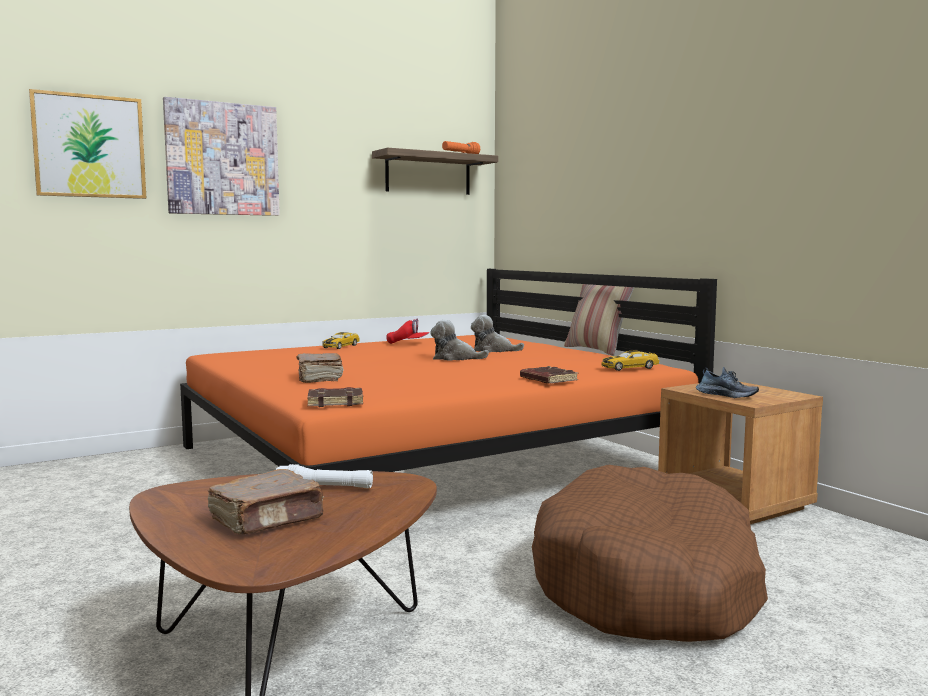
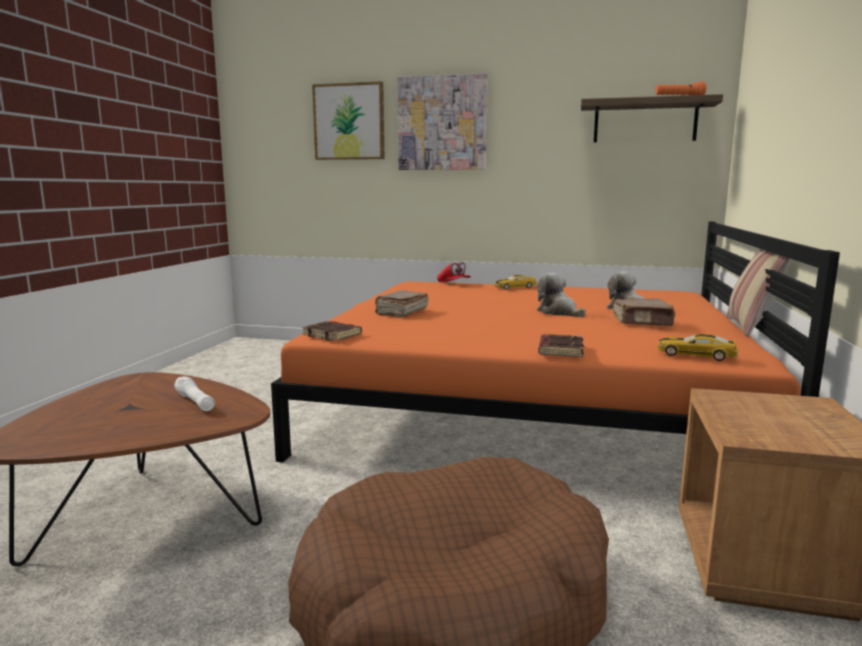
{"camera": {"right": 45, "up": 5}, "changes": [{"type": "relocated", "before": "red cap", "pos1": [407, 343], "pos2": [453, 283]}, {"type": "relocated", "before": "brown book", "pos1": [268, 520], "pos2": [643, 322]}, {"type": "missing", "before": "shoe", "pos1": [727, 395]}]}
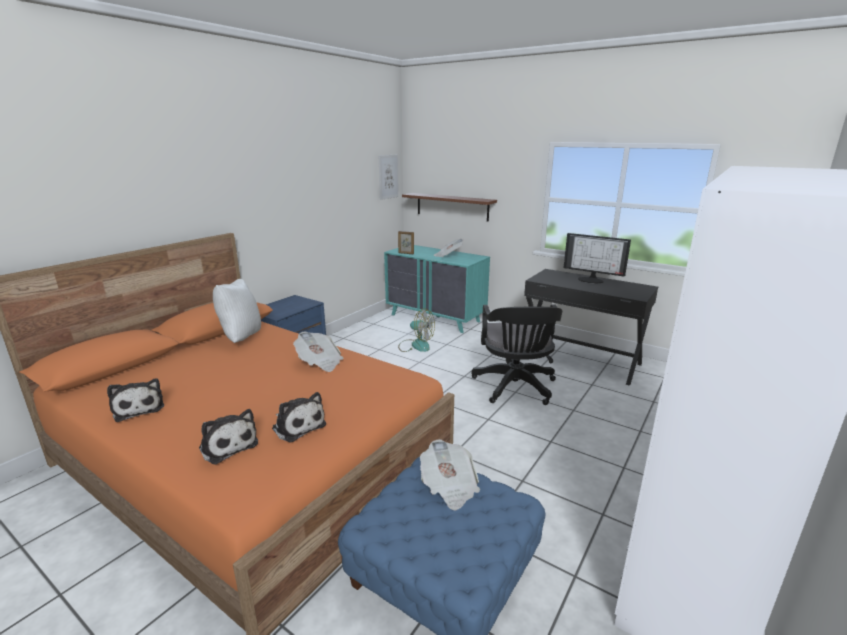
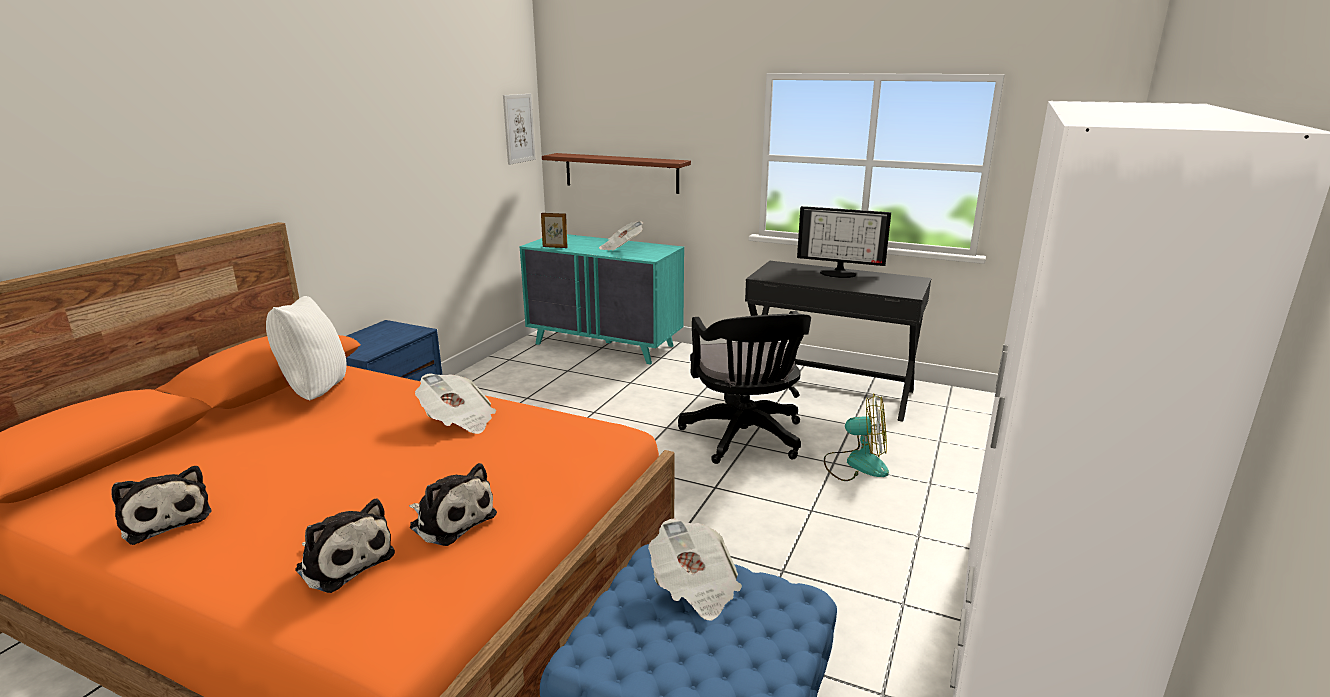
{"camera": {"right": -10, "up": 0}, "changes": [{"type": "relocated", "before": "fan", "pos1": [416, 345], "pos2": [856, 464]}]}
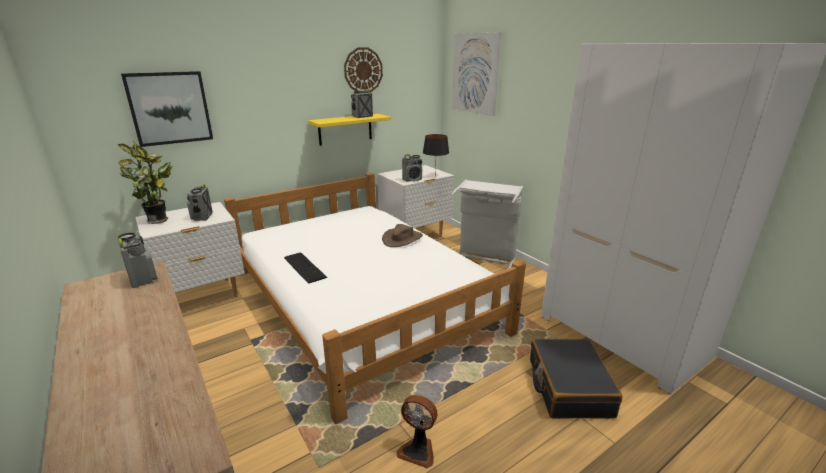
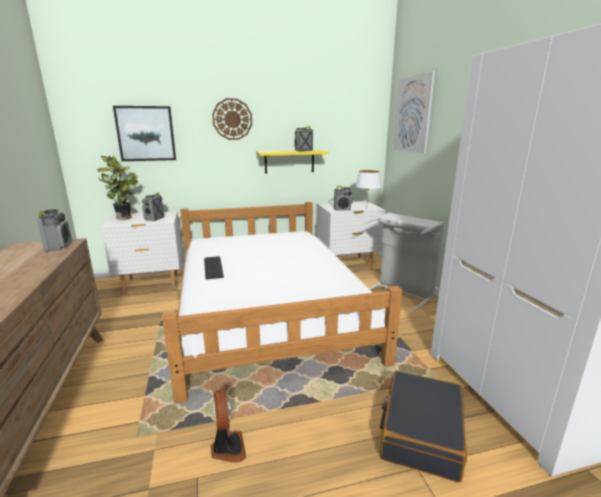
{"camera": {"right": 20, "up": -5}, "changes": [{"type": "spun", "before": "fan", "pos1": [418, 450], "pos2": [227, 448], "turn": -150}, {"type": "relocated", "before": "wall clock", "pos1": [363, 70], "pos2": [232, 119]}, {"type": "colour", "before": "black table lamp", "after": "white table lamp", "pos1": [435, 176], "pos2": [366, 208]}, {"type": "missing", "before": "brown hat", "pos1": [402, 239]}]}
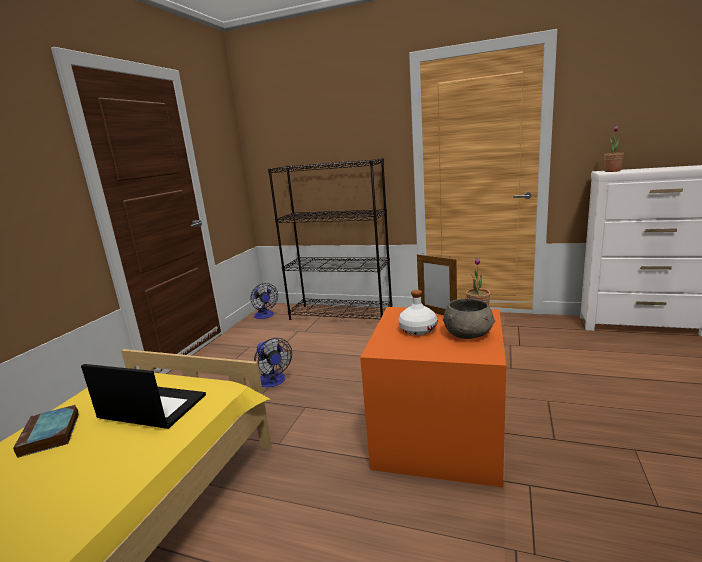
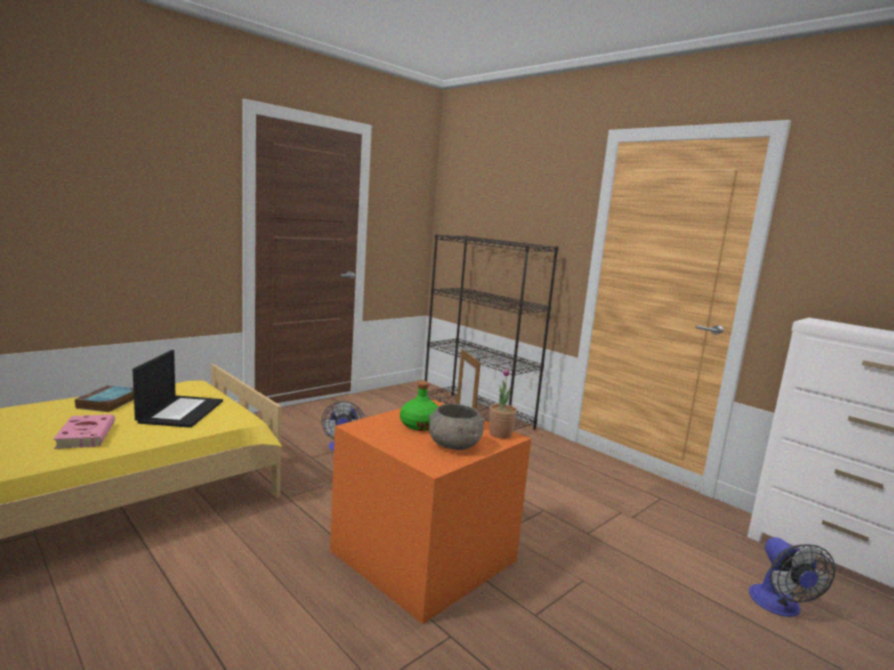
{"camera": {"right": 25, "up": -5}, "changes": [{"type": "appeared", "after": "pink book", "pos2": [86, 434]}, {"type": "spun", "before": "laptop", "pos1": [151, 408], "pos2": [181, 411], "turn": 45}, {"type": "colour", "before": "white bottle", "after": "green bottle", "pos1": [417, 329], "pos2": [420, 425]}, {"type": "relocated", "before": "fan", "pos1": [265, 316], "pos2": [779, 607]}, {"type": "missing", "before": "potted plant", "pos1": [612, 171]}]}
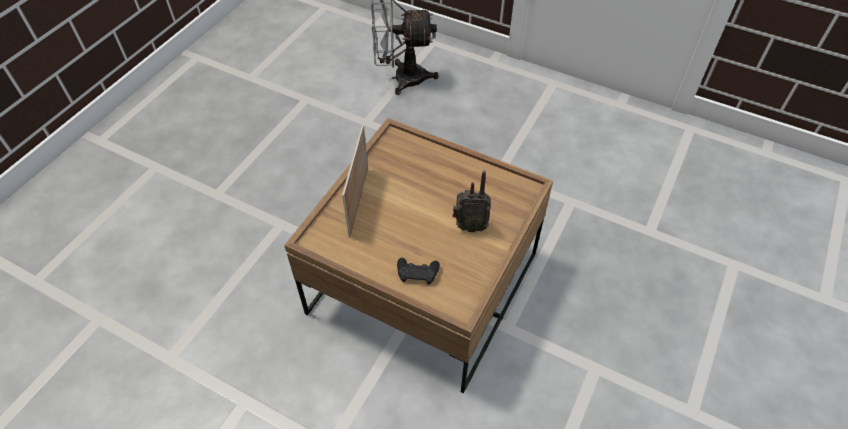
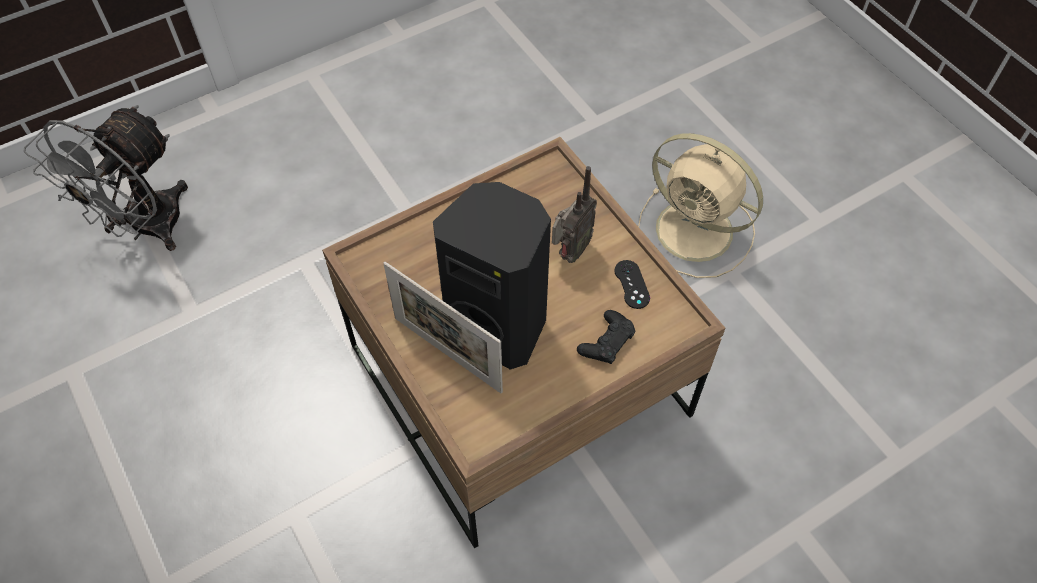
{"camera": {"right": -60, "up": 5}, "changes": [{"type": "appeared", "after": "black speaker", "pos2": [499, 326]}, {"type": "appeared", "after": "black game controller", "pos2": [631, 284]}, {"type": "appeared", "after": "beige fan", "pos2": [697, 232]}]}
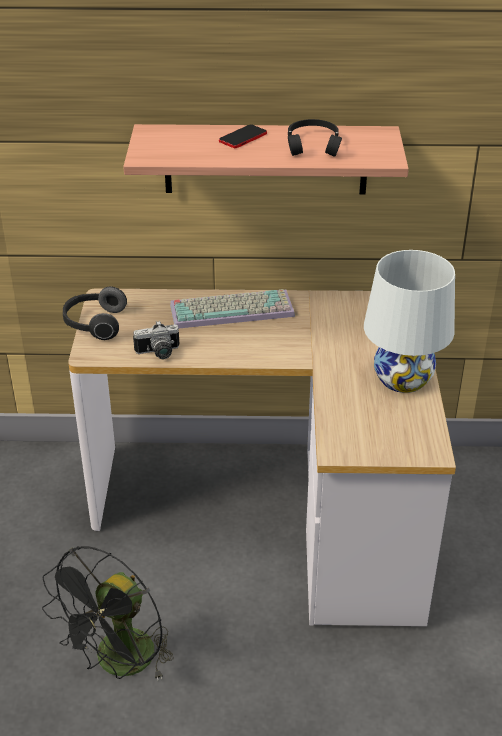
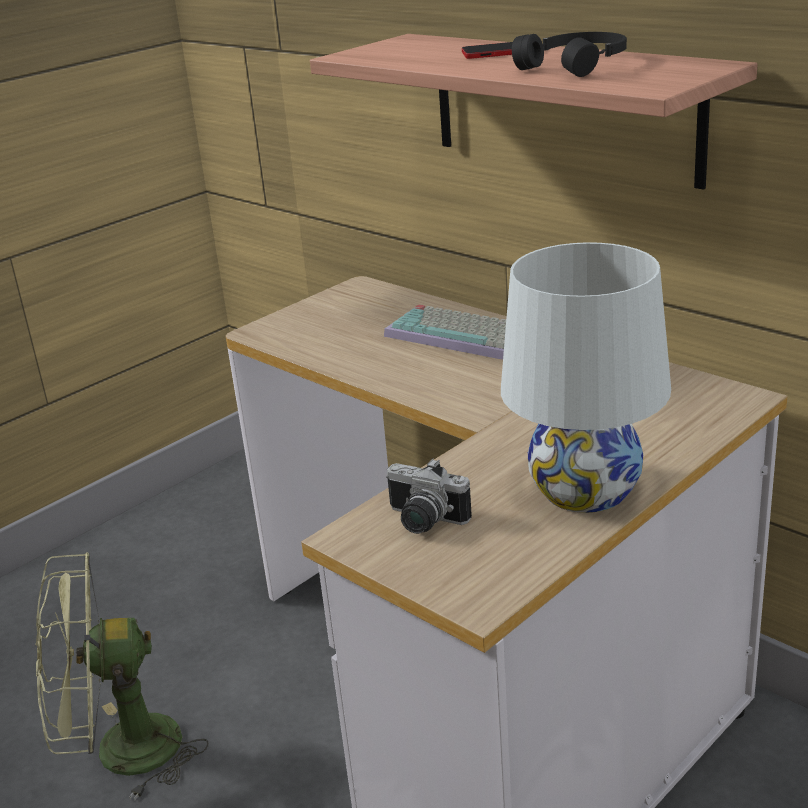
{"camera": {"right": 45, "up": -10}, "changes": [{"type": "colour", "before": "black fan", "after": "green fan", "pos1": [119, 664], "pos2": [120, 754]}, {"type": "relocated", "before": "photo camera", "pos1": [158, 353], "pos2": [422, 521]}, {"type": "missing", "before": "headphones", "pos1": [94, 324]}]}
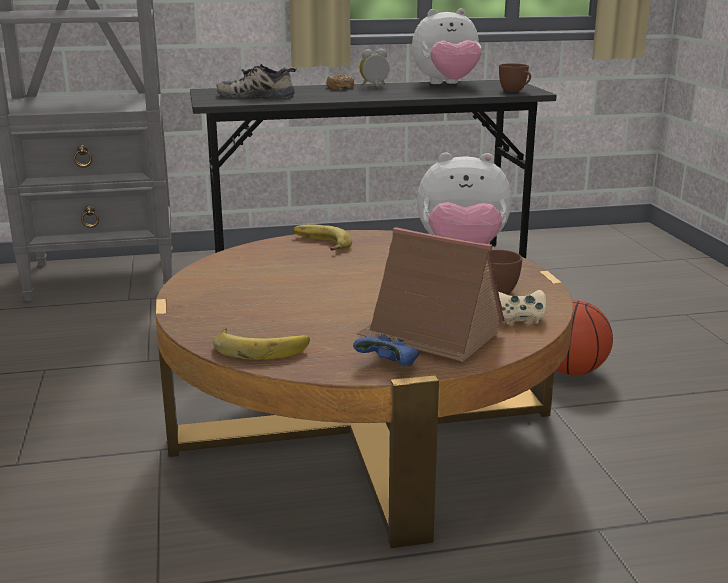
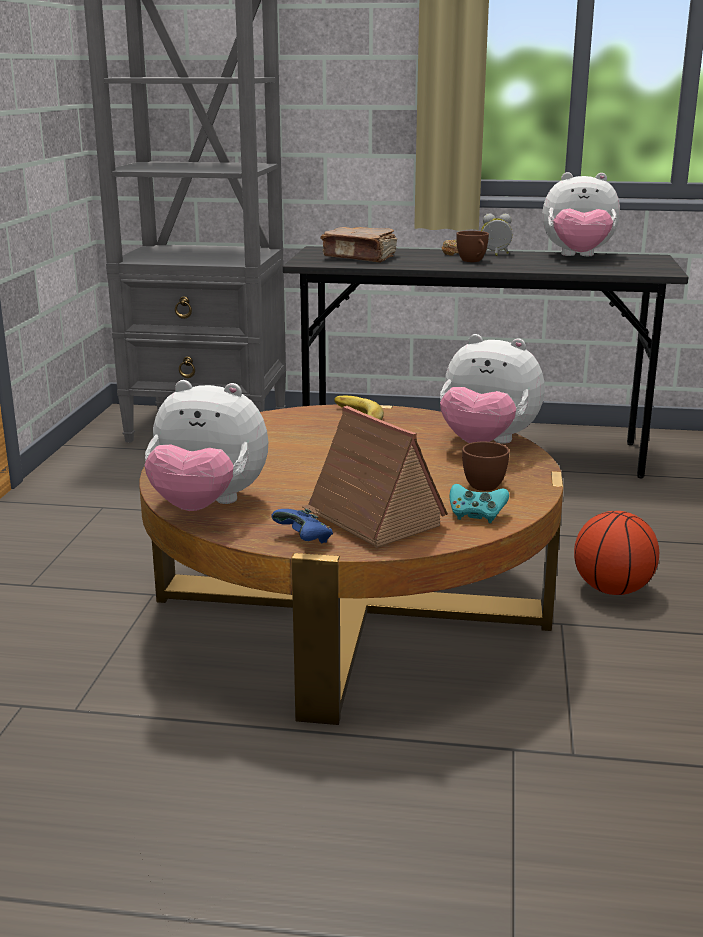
{"camera": {"right": 20, "up": 0}, "changes": [{"type": "exchanged", "before": "banana", "after": "plush toy", "pos1": [261, 347], "pos2": [207, 506]}, {"type": "exchanged", "before": "shoe", "after": "brown book", "pos1": [257, 95], "pos2": [360, 257]}, {"type": "colour", "before": "beige game controller", "after": "turquoise game controller", "pos1": [518, 319], "pos2": [476, 516]}, {"type": "relocated", "before": "brown cup", "pos1": [515, 91], "pos2": [473, 261]}]}
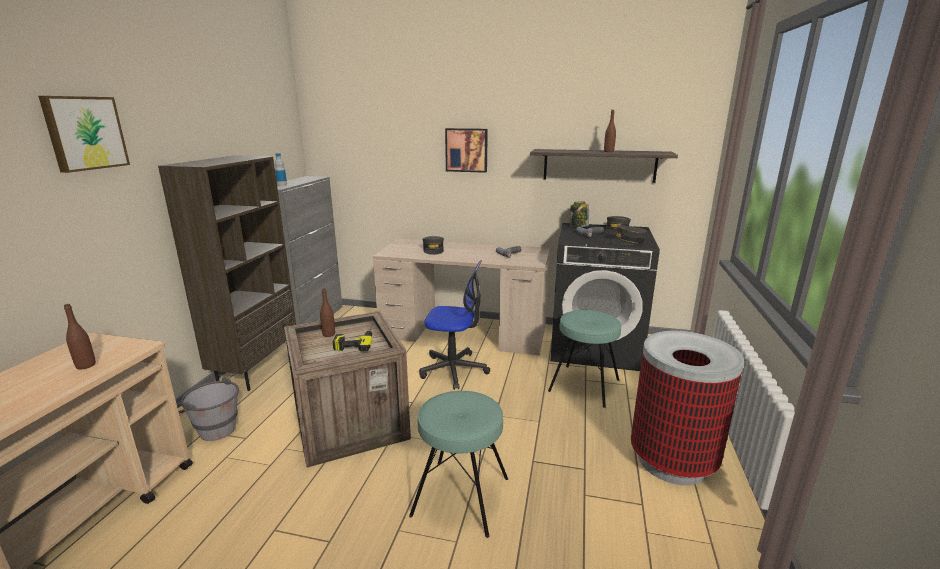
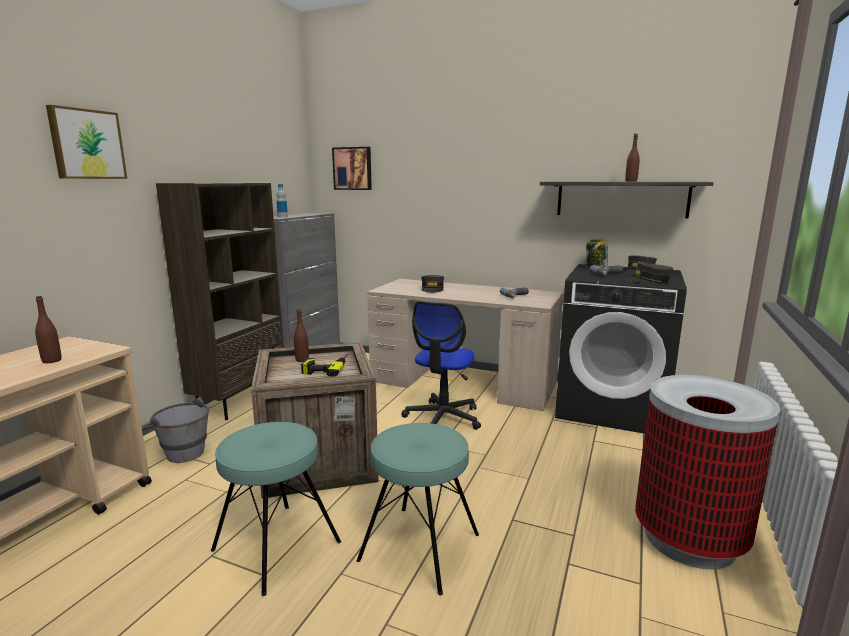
{"camera": {"right": 10, "up": -5}, "changes": [{"type": "relocated", "before": "turquoise stool", "pos1": [584, 385], "pos2": [277, 546]}, {"type": "relocated", "before": "picture", "pos1": [466, 150], "pos2": [353, 168]}, {"type": "spun", "before": "office chair", "pos1": [454, 370], "pos2": [443, 418], "turn": 90}]}
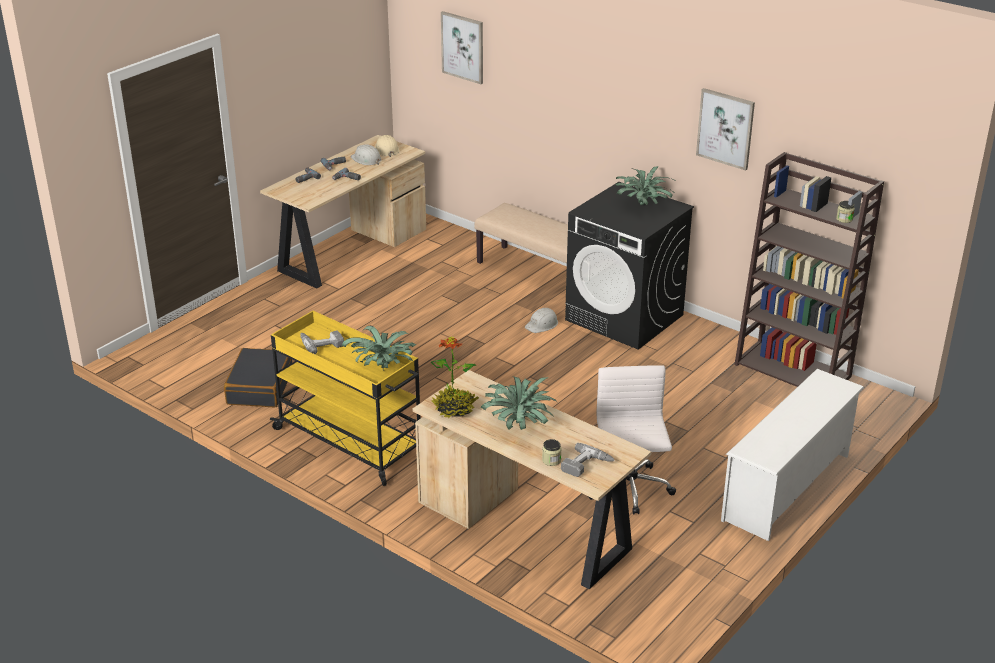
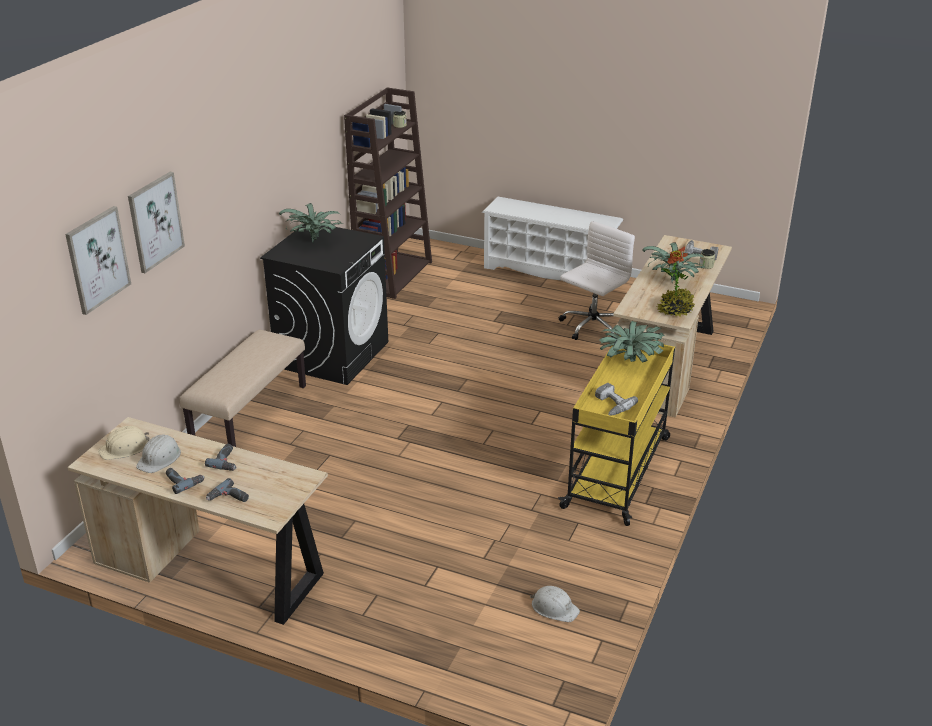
{"camera": {"right": -105, "up": 0}, "changes": [{"type": "relocated", "before": "picture", "pos1": [725, 128], "pos2": [155, 221]}, {"type": "relocated", "before": "white hard hat", "pos1": [542, 324], "pos2": [554, 608]}, {"type": "spun", "before": "white office chair", "pos1": [629, 489], "pos2": [592, 327], "turn": 150}, {"type": "missing", "before": "black suitcase", "pos1": [259, 387]}]}
